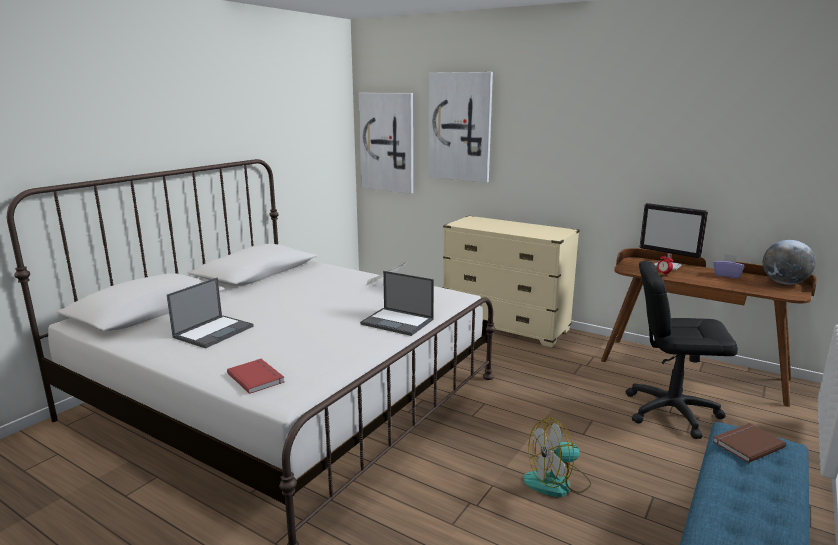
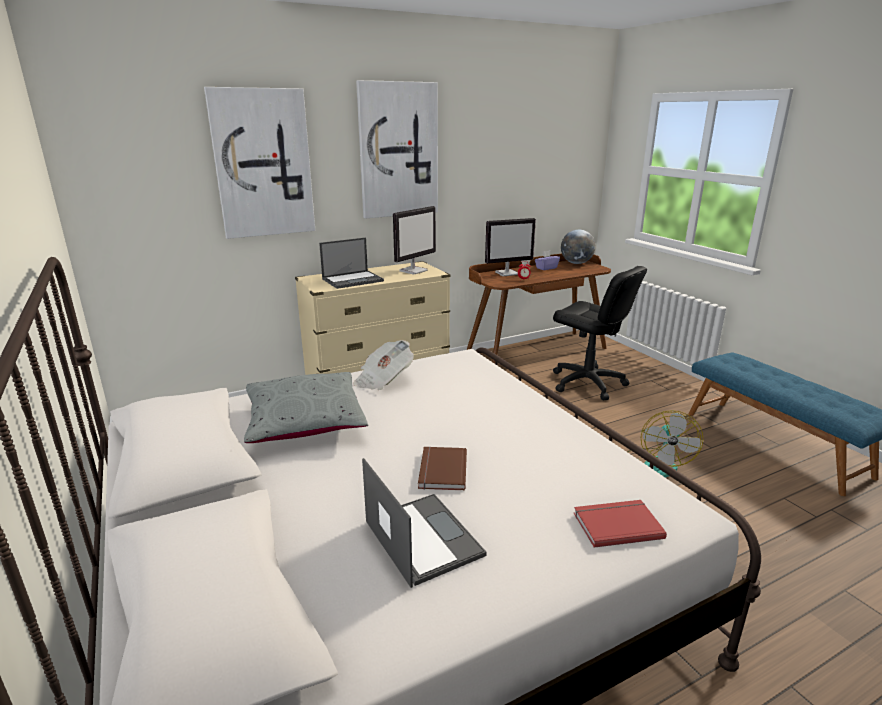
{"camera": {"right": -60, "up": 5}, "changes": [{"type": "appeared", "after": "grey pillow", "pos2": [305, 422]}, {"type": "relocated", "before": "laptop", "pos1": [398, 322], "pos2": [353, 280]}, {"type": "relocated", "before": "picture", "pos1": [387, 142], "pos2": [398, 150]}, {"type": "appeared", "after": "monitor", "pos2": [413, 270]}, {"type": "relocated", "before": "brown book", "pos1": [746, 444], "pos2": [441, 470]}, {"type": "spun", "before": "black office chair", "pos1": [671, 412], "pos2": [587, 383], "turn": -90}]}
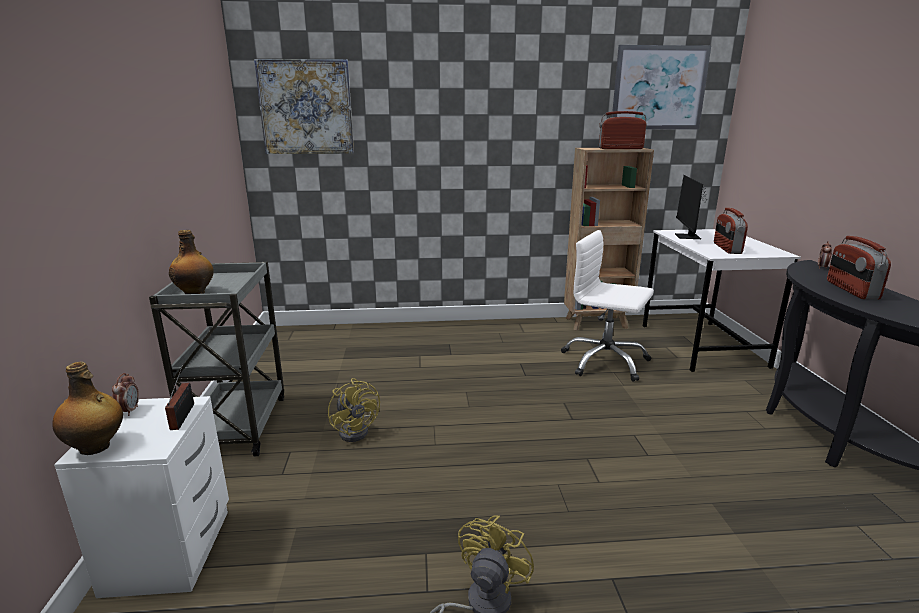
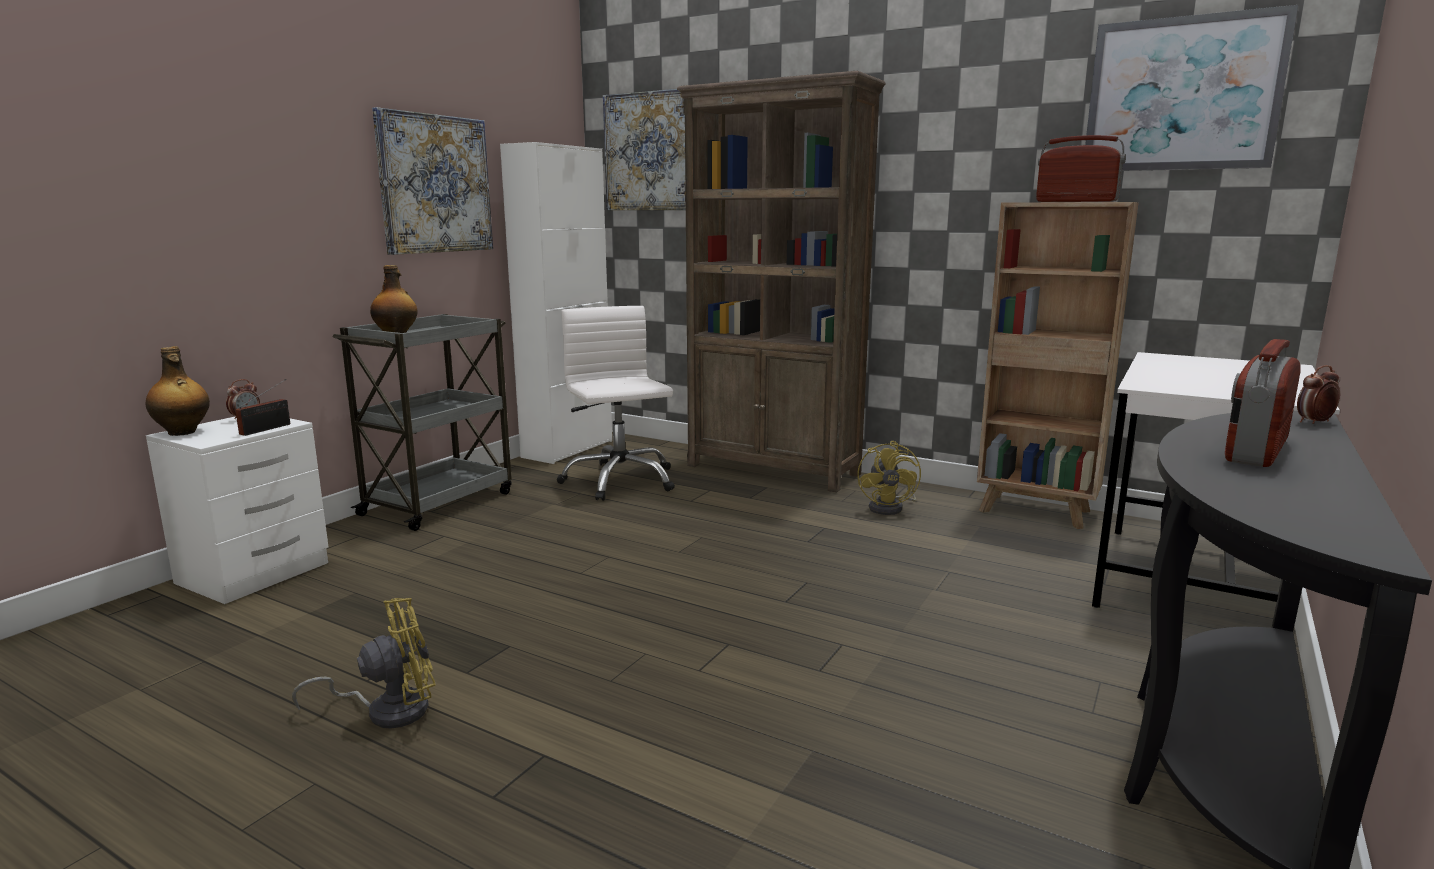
{"camera": {"right": 35, "up": -5}, "changes": [{"type": "appeared", "after": "picture", "pos2": [435, 184]}, {"type": "appeared", "after": "white cabinet", "pos2": [568, 449]}, {"type": "relocated", "before": "white office chair", "pos1": [604, 362], "pos2": [619, 480]}, {"type": "appeared", "after": "brown bookcase", "pos2": [774, 470]}, {"type": "relocated", "before": "yellow fan", "pos1": [357, 430], "pos2": [890, 508]}, {"type": "missing", "before": "monitor", "pos1": [687, 237]}, {"type": "missing", "before": "radio", "pos1": [726, 248]}]}
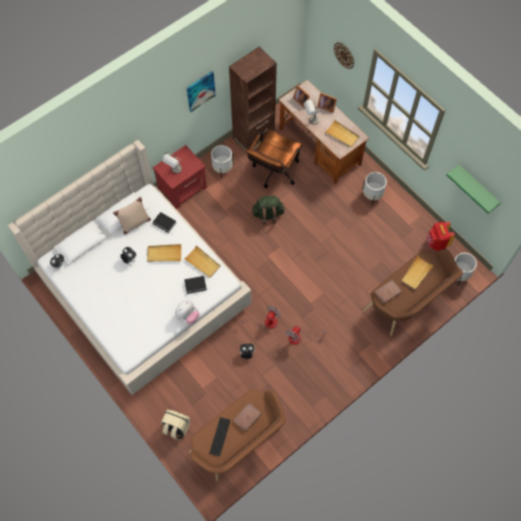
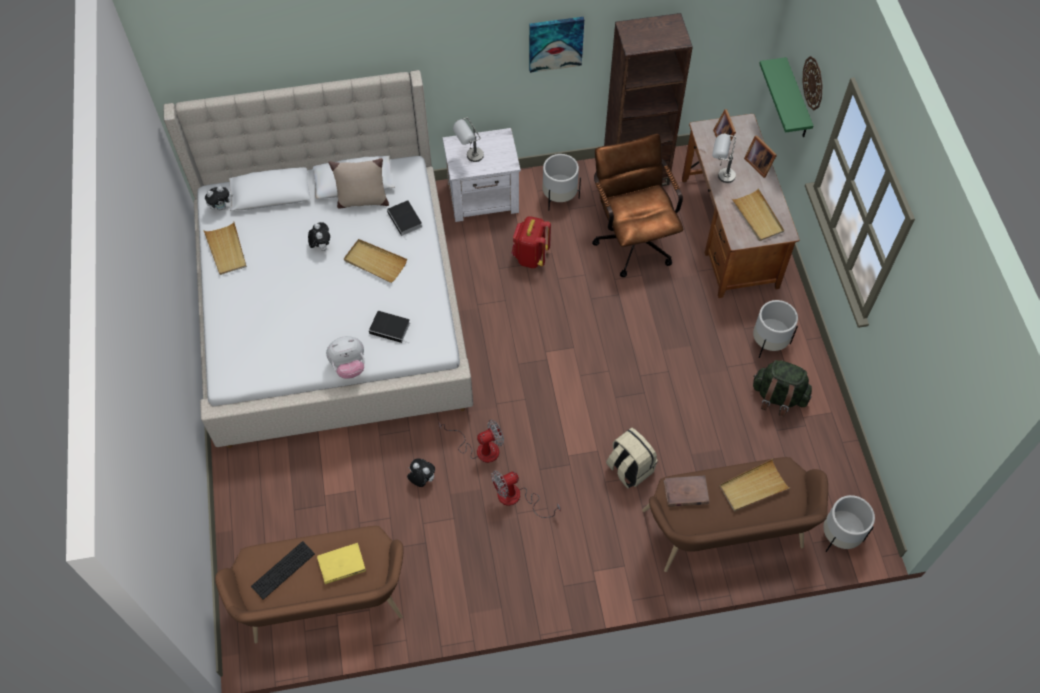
{"camera": {"right": 30, "up": -5}, "changes": [{"type": "relocated", "before": "beige tray", "pos1": [202, 263], "pos2": [226, 250]}, {"type": "colour", "before": "brown book", "after": "yellow book", "pos1": [247, 417], "pos2": [341, 564]}, {"type": "colour", "before": "red nightstand", "after": "white nightstand", "pos1": [183, 188], "pos2": [484, 198]}, {"type": "relocated", "before": "red backpack", "pos1": [436, 243], "pos2": [530, 256]}, {"type": "spun", "before": "brown office chair", "pos1": [273, 173], "pos2": [632, 238], "turn": 105}, {"type": "relocated", "before": "beige backpack", "pos1": [176, 427], "pos2": [629, 468]}, {"type": "relocated", "before": "green backpack", "pos1": [268, 215], "pos2": [778, 397]}, {"type": "relocated", "before": "green shelf", "pos1": [477, 187], "pos2": [796, 100]}]}
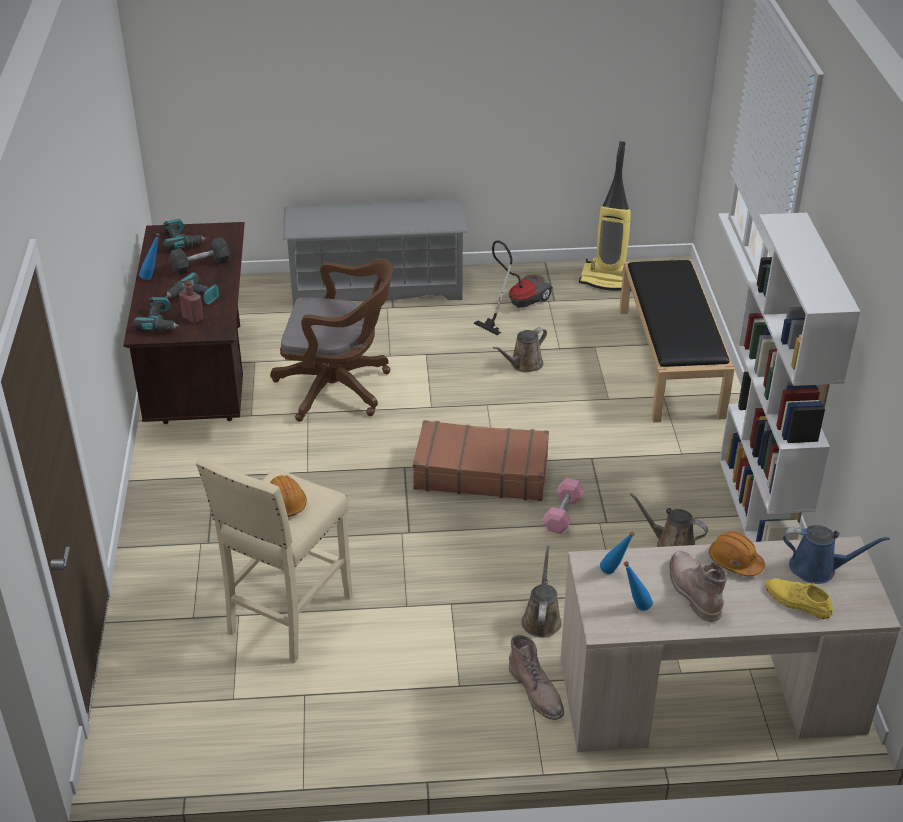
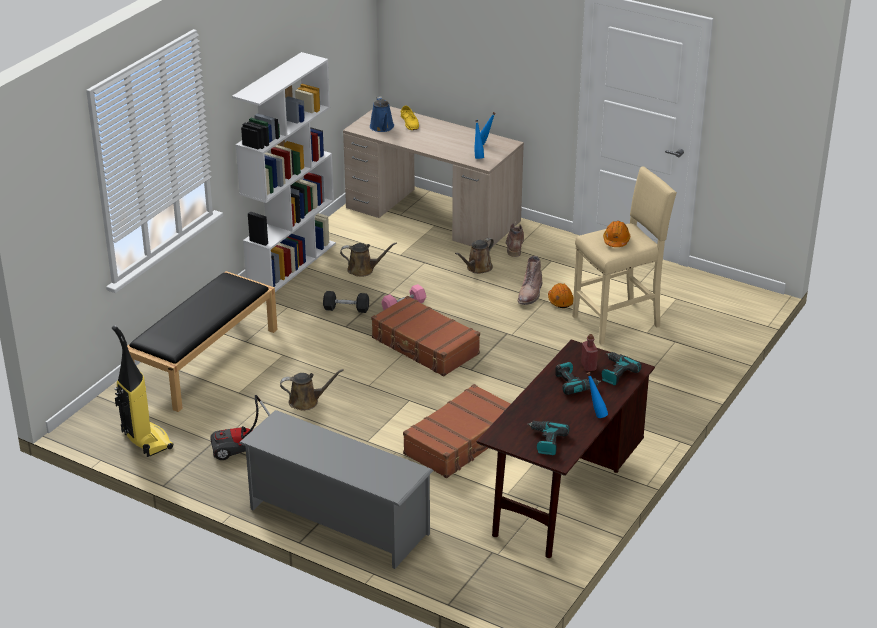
{"camera": {"right": -145, "up": -5}, "changes": [{"type": "relocated", "before": "grey dumbbell", "pos1": [201, 265], "pos2": [346, 308]}, {"type": "spun", "before": "brown watering can", "pos1": [671, 544], "pos2": [363, 270], "turn": -60}, {"type": "spun", "before": "blue watering can", "pos1": [817, 568], "pos2": [382, 127], "turn": -150}, {"type": "exchanged", "before": "brown office chair", "after": "brown suitcase", "pos1": [339, 388], "pos2": [461, 442]}, {"type": "relocated", "before": "brown boot", "pos1": [692, 590], "pos2": [530, 294]}, {"type": "relocated", "before": "orange hard hat", "pos1": [735, 561], "pos2": [560, 301]}]}
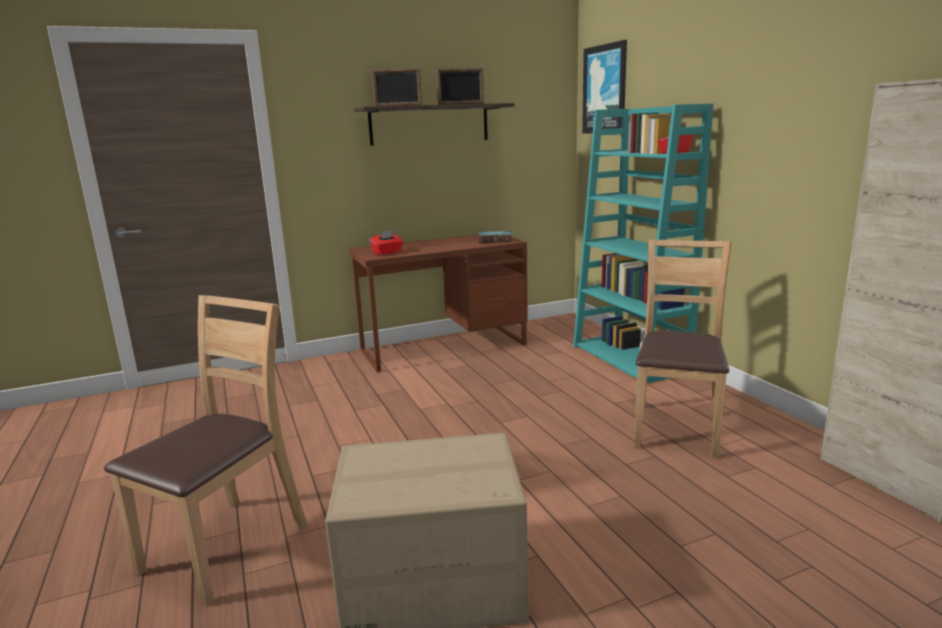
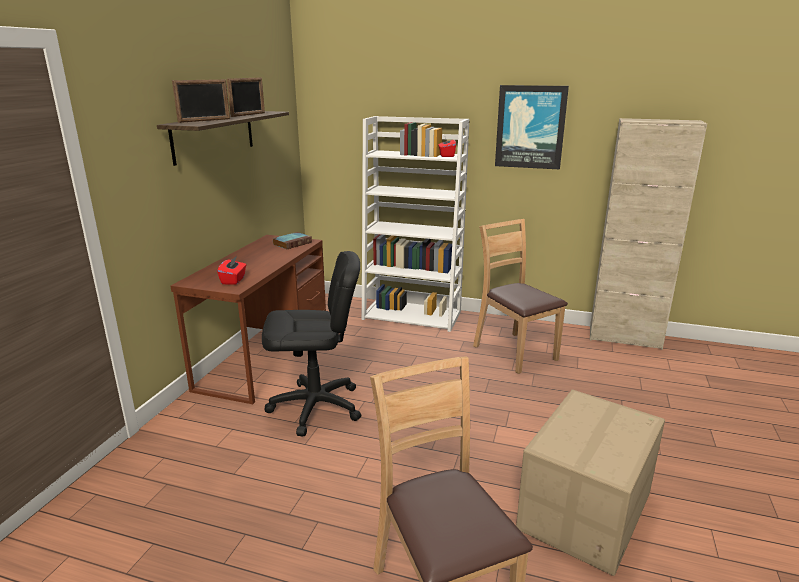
{"camera": {"right": -50, "up": 5}, "changes": [{"type": "appeared", "after": "black office chair", "pos2": [316, 407]}, {"type": "colour", "before": "turquoise bookcase", "after": "white bookcase", "pos1": [631, 359], "pos2": [413, 315]}, {"type": "relocated", "before": "picture", "pos1": [605, 89], "pos2": [530, 127]}]}
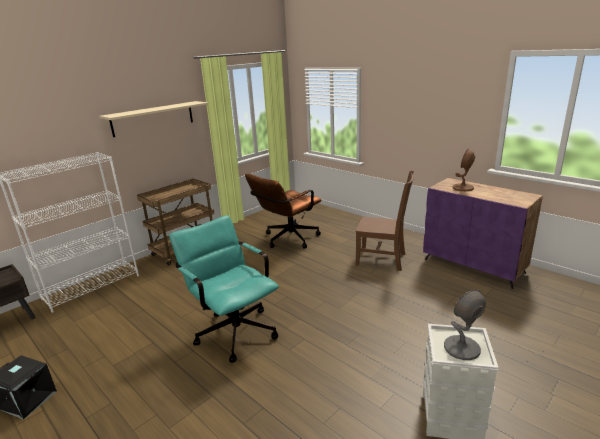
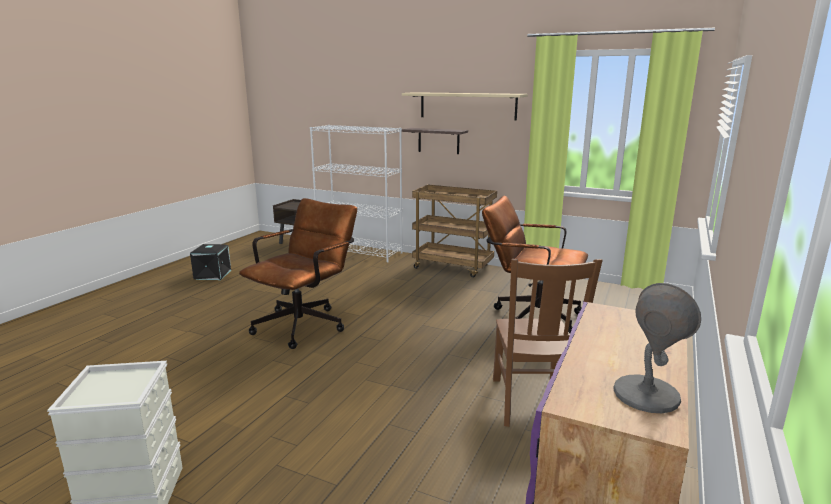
{"camera": {"right": 70, "up": -5}, "changes": [{"type": "colour", "before": "turquoise office chair", "after": "brown office chair", "pos1": [233, 329], "pos2": [305, 323]}, {"type": "appeared", "after": "shelf", "pos2": [438, 141]}, {"type": "relocated", "before": "grey table lamp", "pos1": [461, 348], "pos2": [645, 394]}, {"type": "missing", "before": "brown table lamp", "pos1": [463, 188]}]}
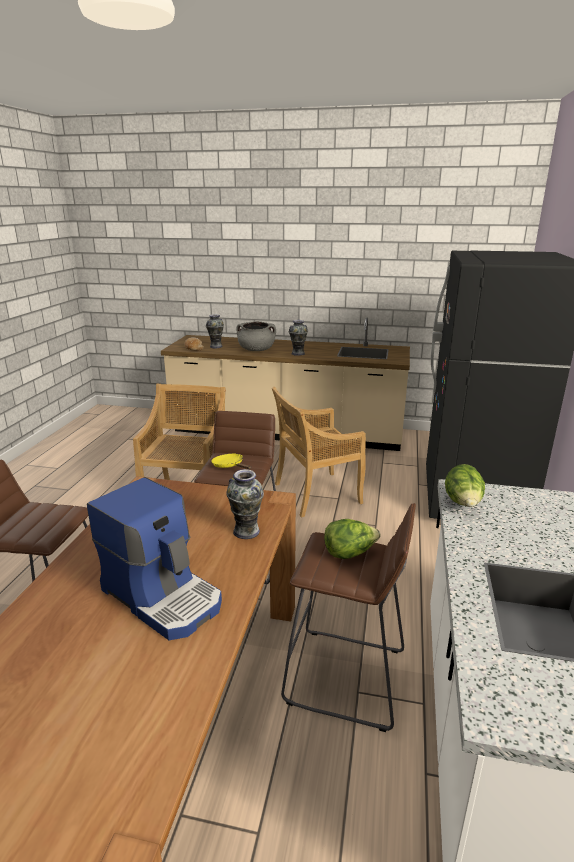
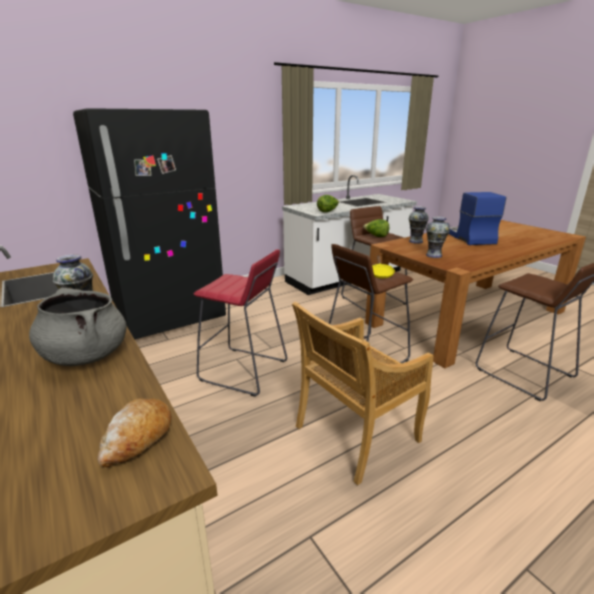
{"camera": {"right": -135, "up": 0}, "changes": [{"type": "exchanged", "before": "beige chair", "after": "red stool", "pos1": [315, 494], "pos2": [243, 371]}, {"type": "relocated", "before": "vase", "pos1": [216, 346], "pos2": [434, 255]}]}
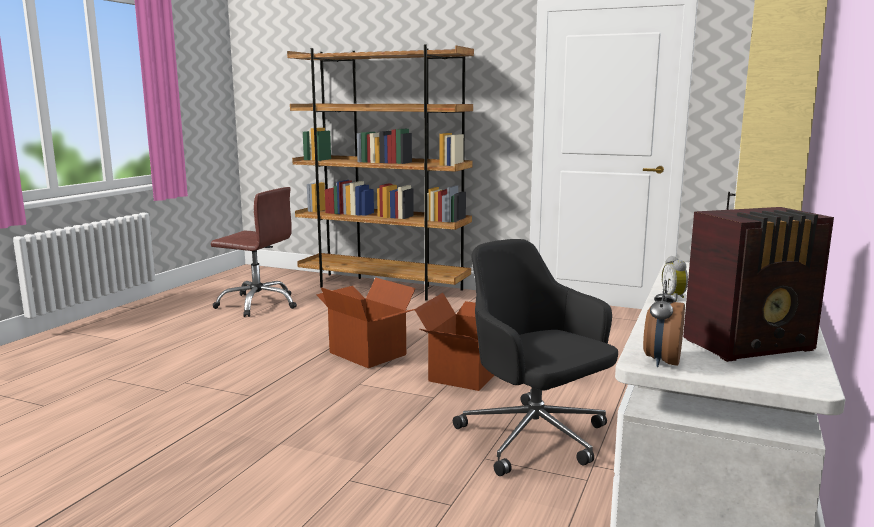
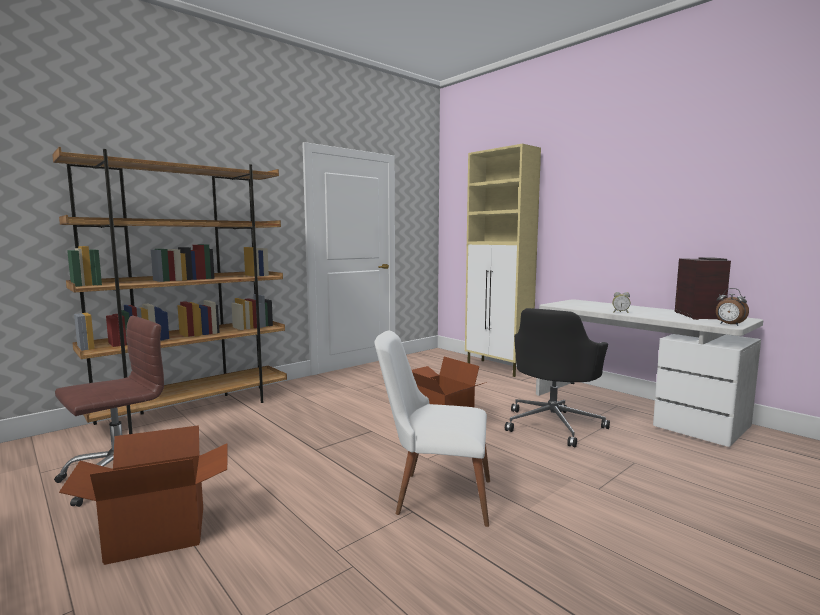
{"camera": {"right": -65, "up": -5}, "changes": [{"type": "relocated", "before": "cardboard box", "pos1": [369, 353], "pos2": [158, 533]}, {"type": "appeared", "after": "white chair", "pos2": [434, 495]}, {"type": "spun", "before": "black office chair", "pos1": [535, 438], "pos2": [553, 424], "turn": -45}]}
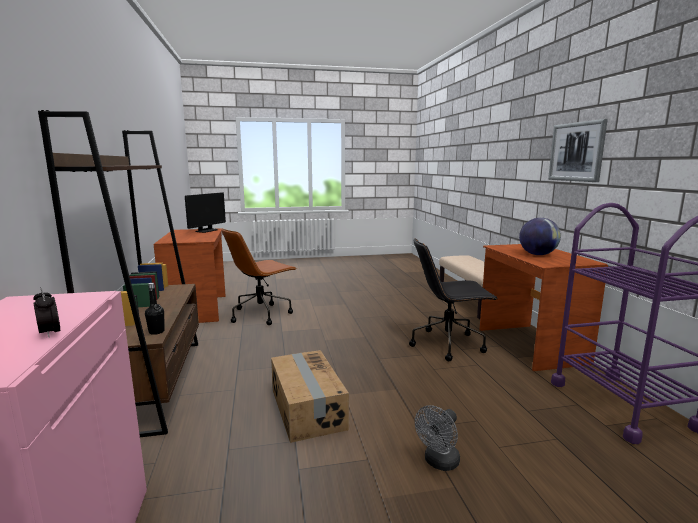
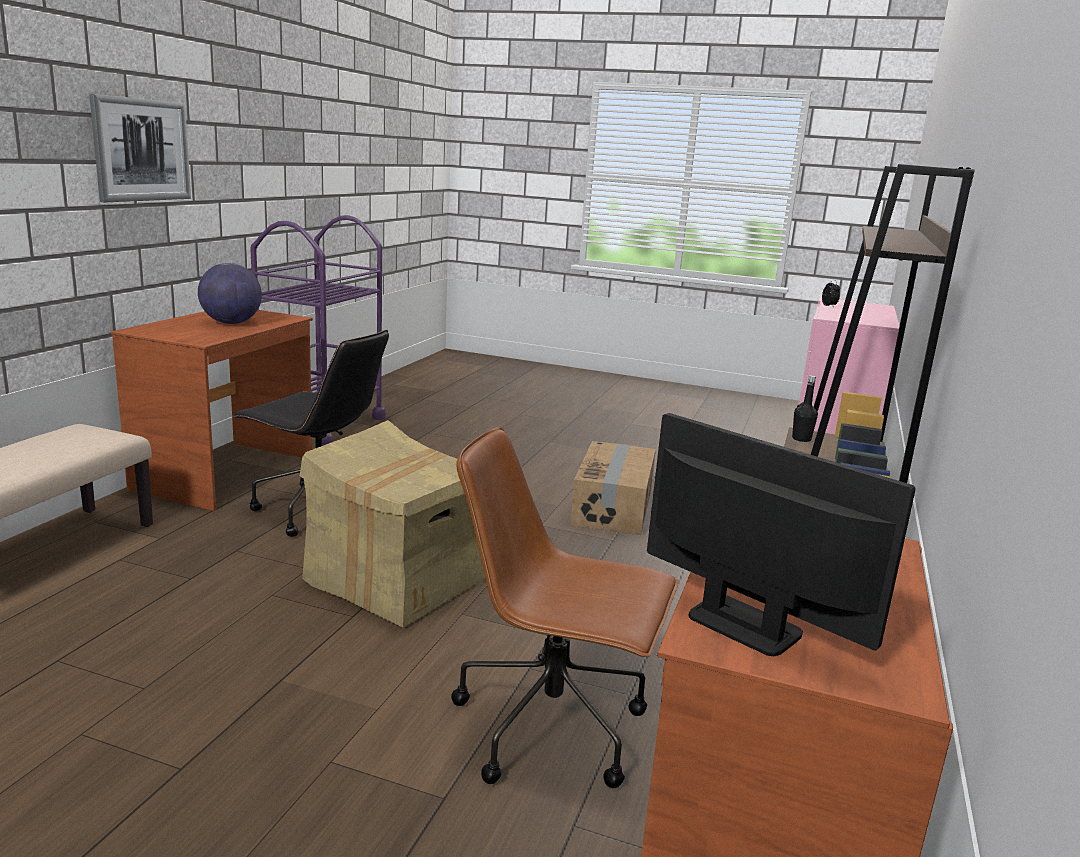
{"camera": {"right": -150, "up": 5}, "changes": [{"type": "appeared", "after": "cardboard box", "pos2": [394, 580]}, {"type": "spun", "before": "brown office chair", "pos1": [261, 314], "pos2": [554, 727], "turn": -150}, {"type": "spun", "before": "monitor", "pos1": [206, 230], "pos2": [744, 625], "turn": 75}, {"type": "missing", "before": "grey fan", "pos1": [439, 463]}]}
